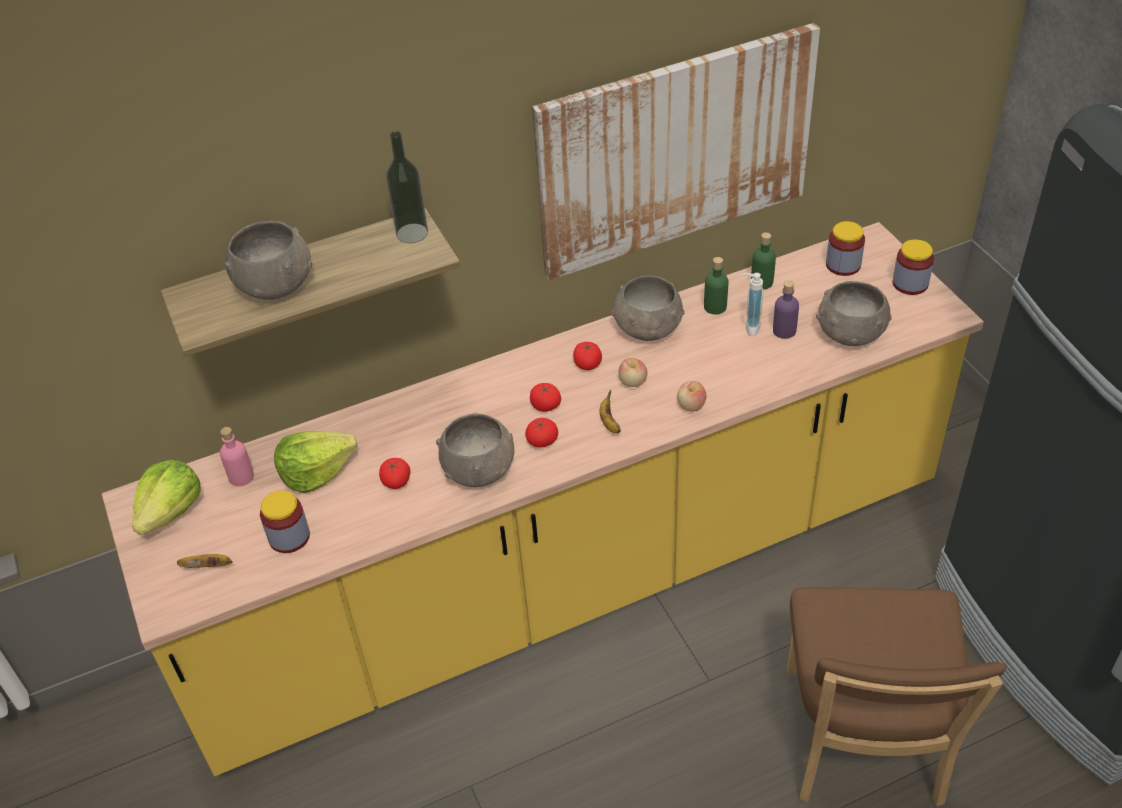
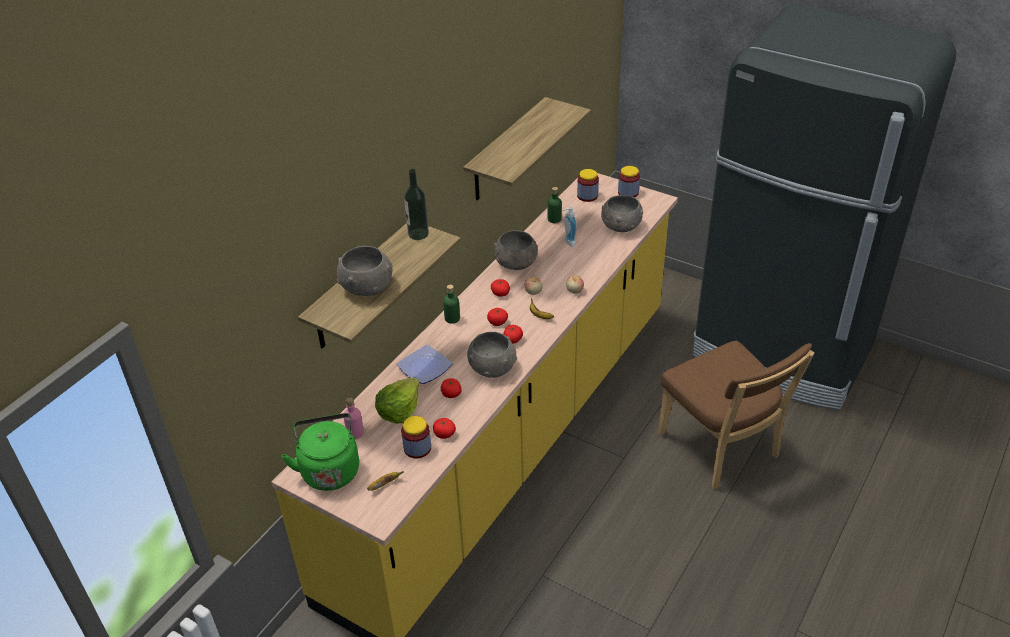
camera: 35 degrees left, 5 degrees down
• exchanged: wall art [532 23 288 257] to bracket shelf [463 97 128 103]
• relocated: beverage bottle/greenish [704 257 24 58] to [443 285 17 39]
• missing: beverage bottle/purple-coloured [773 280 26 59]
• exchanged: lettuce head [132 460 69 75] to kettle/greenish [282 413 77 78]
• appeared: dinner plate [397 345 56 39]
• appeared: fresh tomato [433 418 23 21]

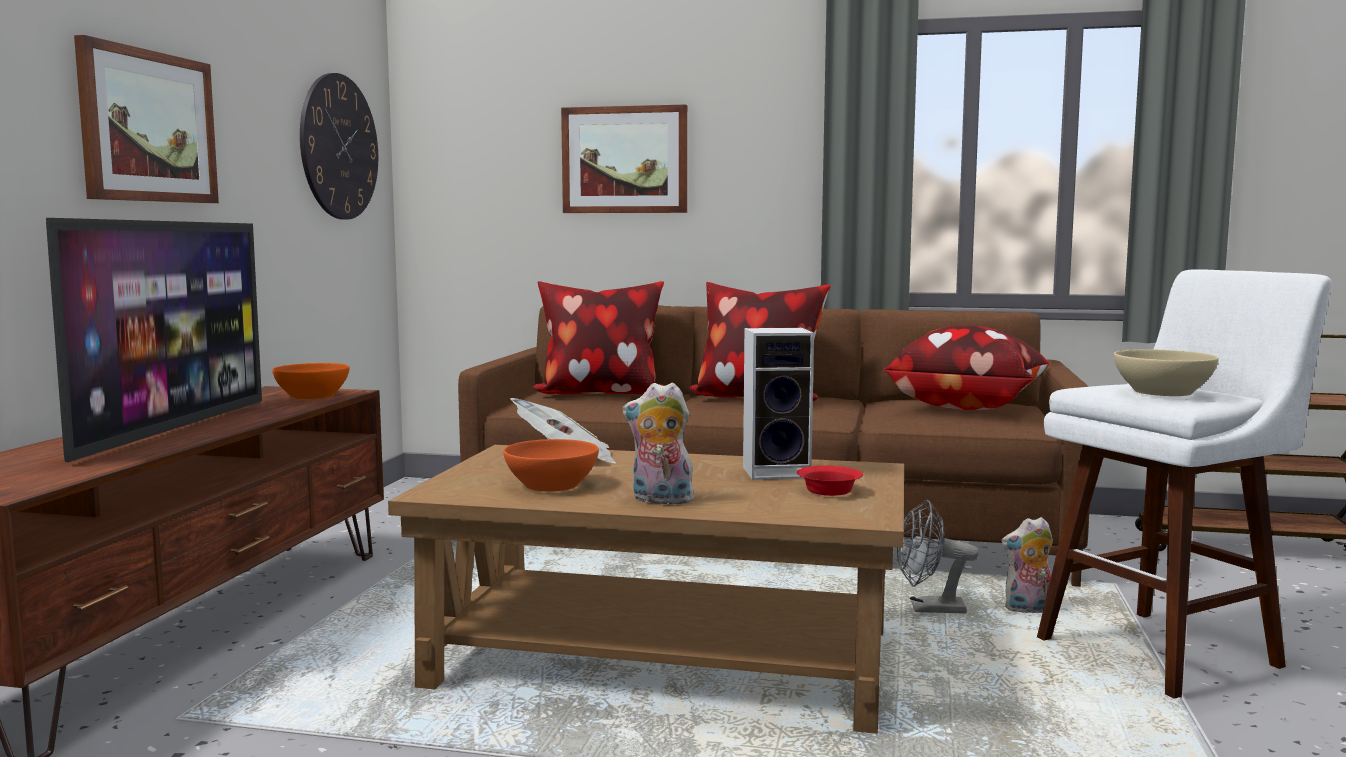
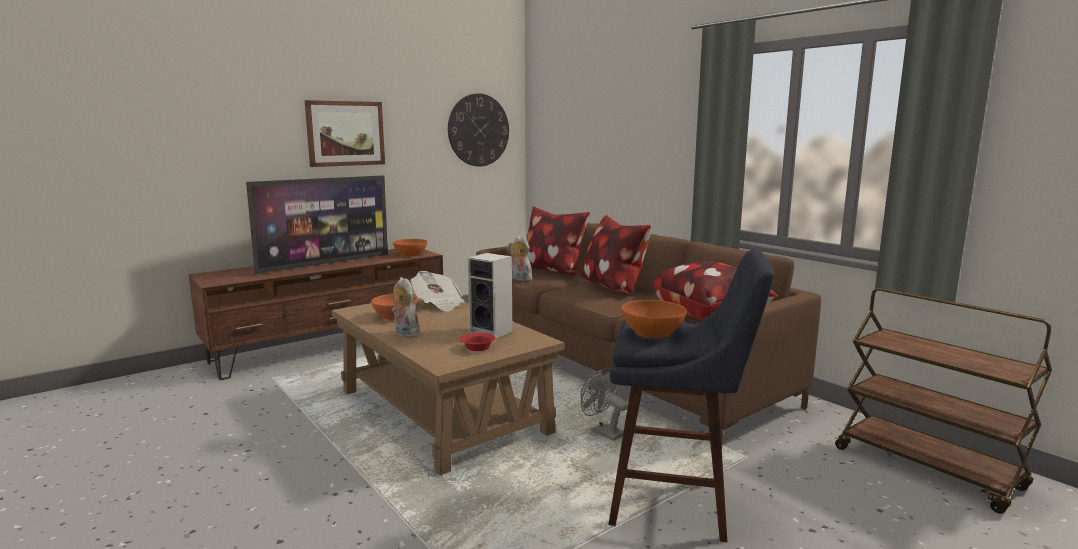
camera: 40 degrees right, 5 degrees up
• missing: wall art [561 104 126 109]
• colour: stool/white [1037 269 294 430] to stool/blue-coloured [608 249 167 293]
• colour: bowl/sand-coloured [1114 349 105 47] to bowl/orange-coloured [621 300 66 38]
• relocated: soft toy [1001 517 52 96] to [508 236 24 45]

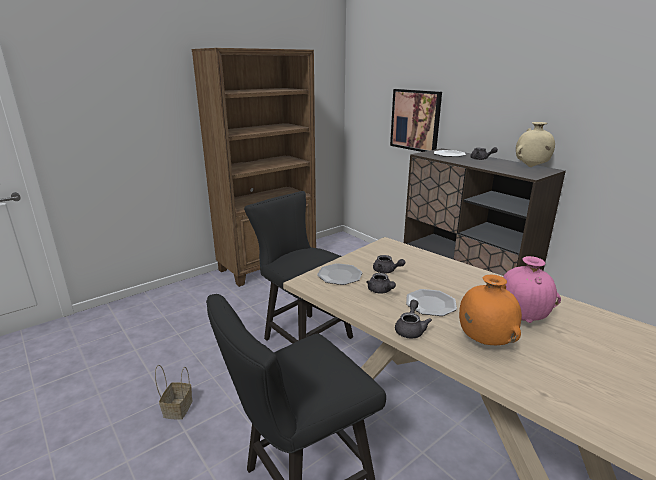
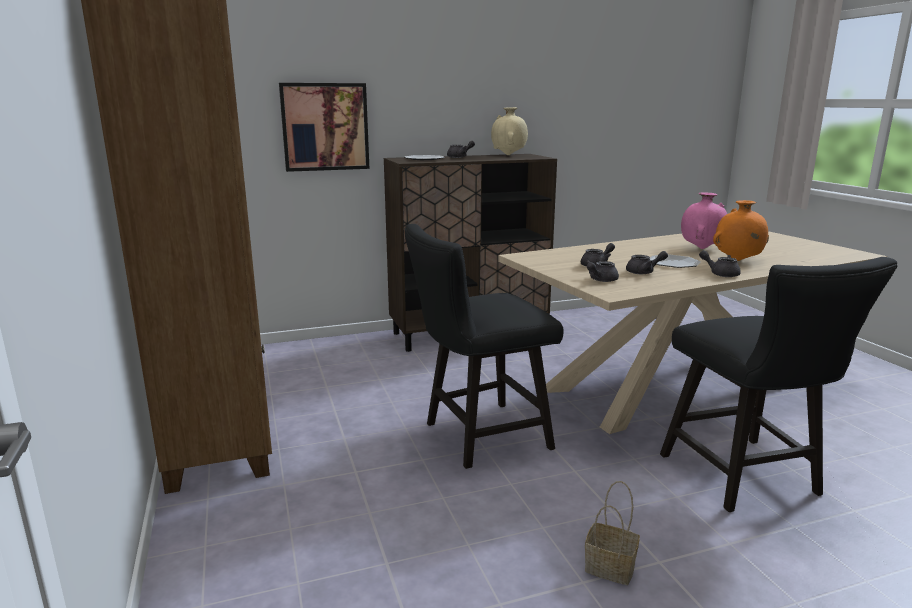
camera: 70 degrees left, 5 degrees down
• exchanged: dinner plate [317 263 46 22] to teapot/gray [586 260 33 22]

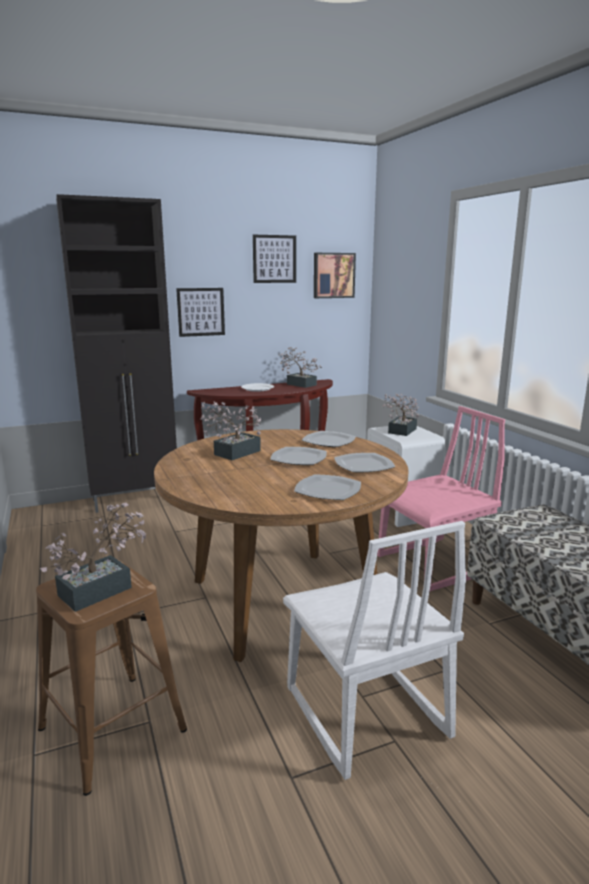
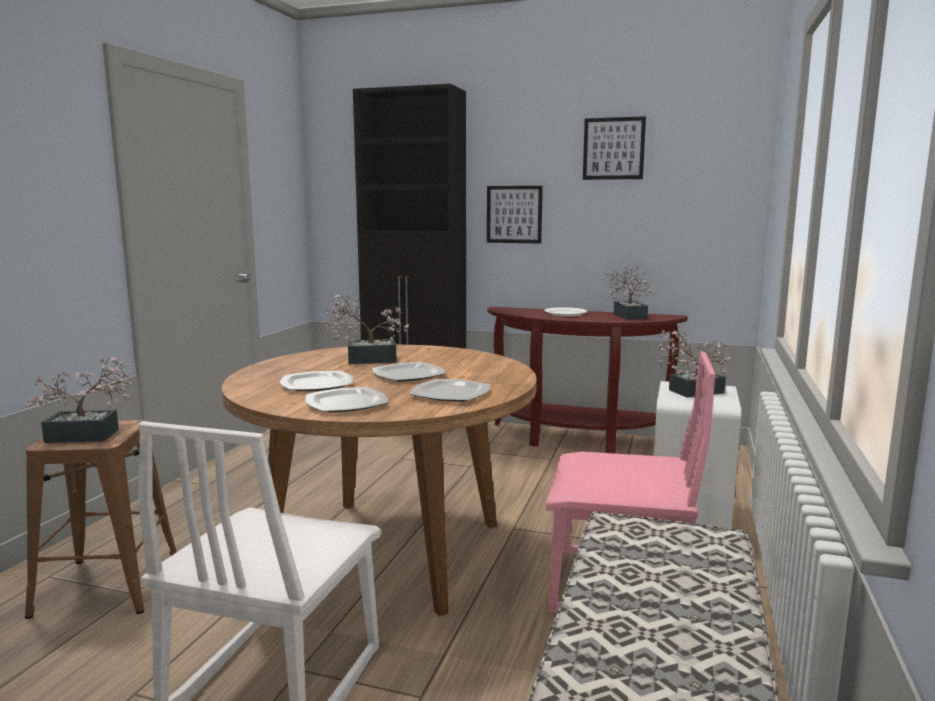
camera: 40 degrees right, 5 degrees down
• missing: wall art [314 253 42 45]
• relocated: dinner plate [302 431 54 16] to [280 371 73 20]

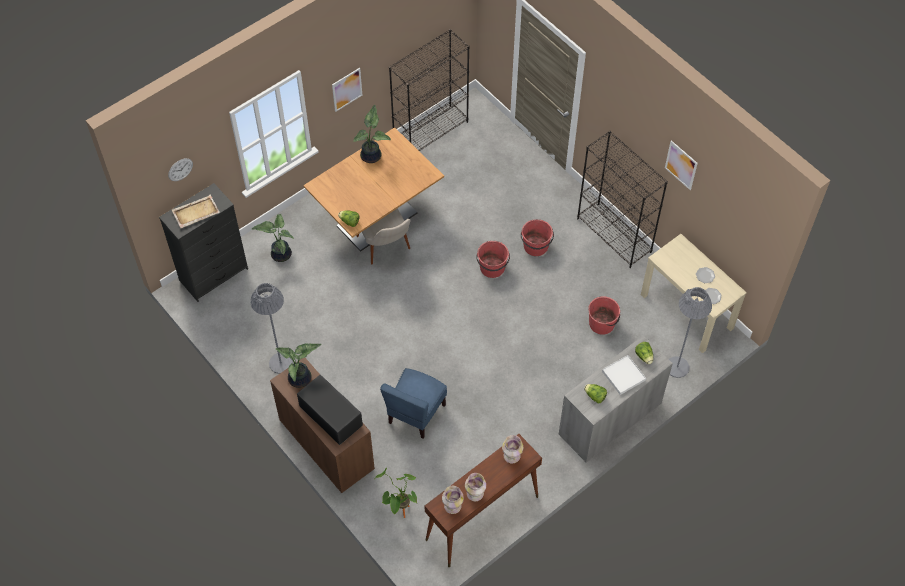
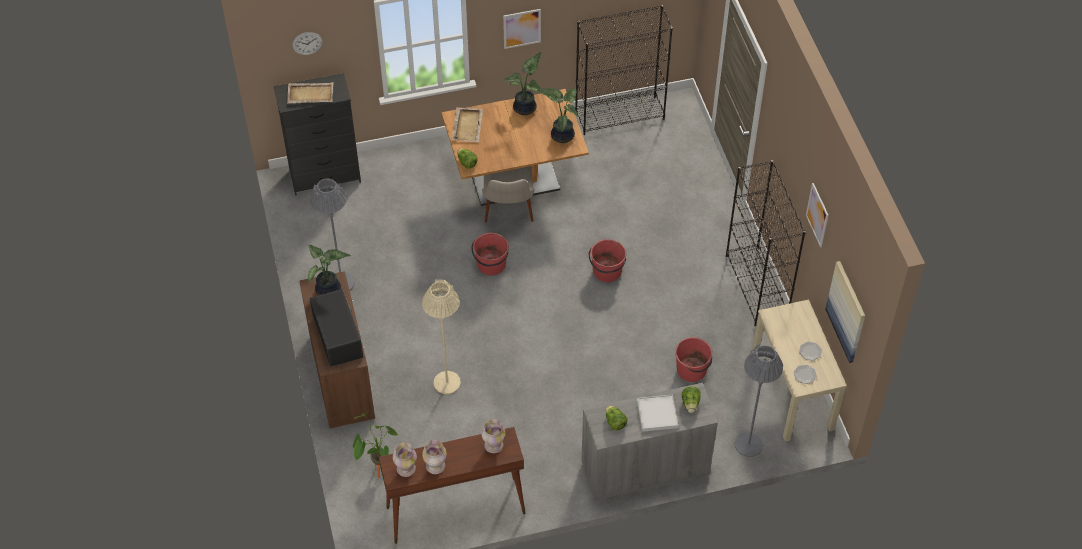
camera: 25 degrees right, 5 degrees down
• relocated: plant in a pot [252 214 42 48] to [536 88 42 55]
• relocated: water bucket/reddish [521 219 33 37] to [471 233 38 42]
• exchanged: plain chair/blue-coloured [380 368 67 71] to floor lamp/sand-coloured [422 279 39 115]
• appeared: tray/sand-coloured [452 107 31 35]
• appeared: wall art [825 261 40 102]

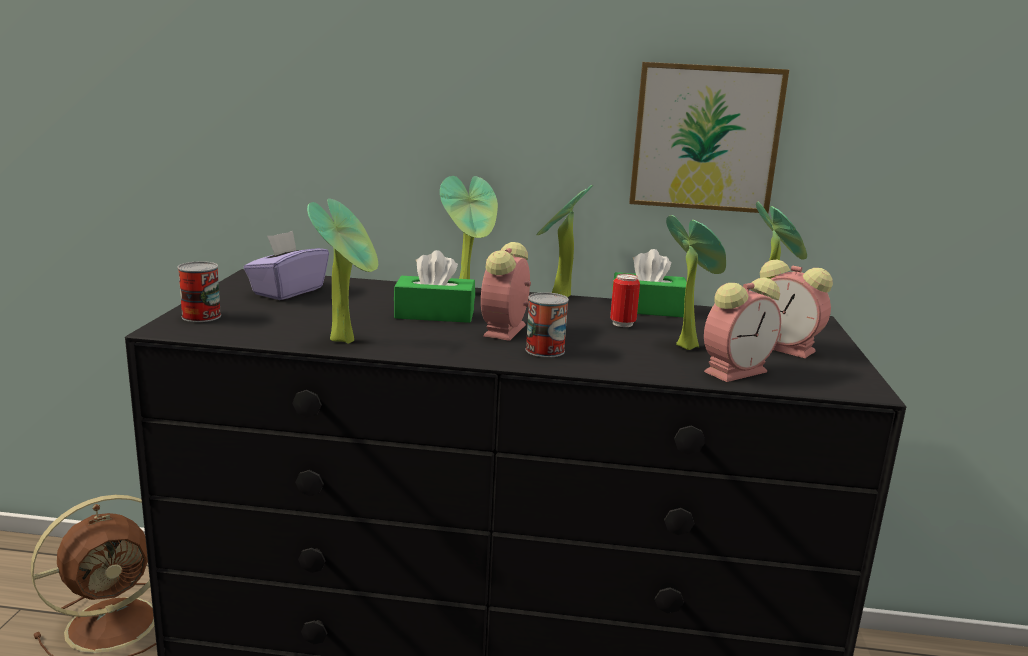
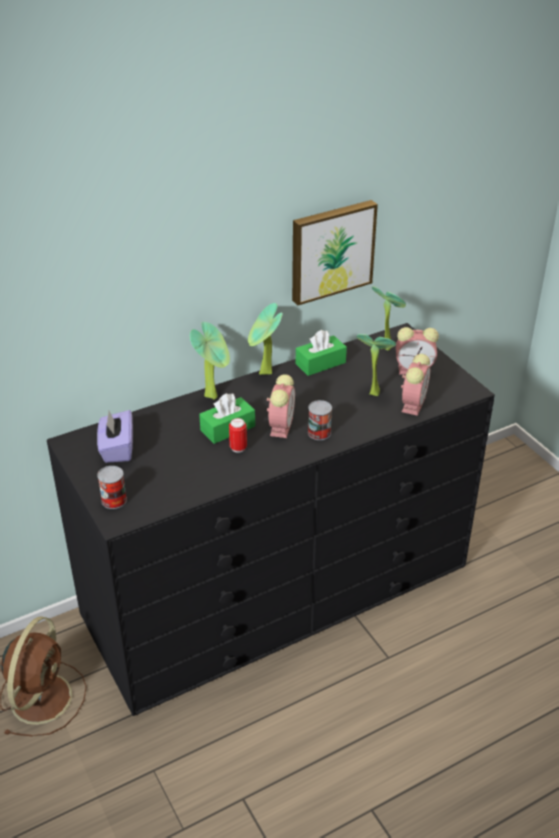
camera: 35 degrees left, 20 degrees up
• missing: plant in a pot [307 198 71 146]
• spun: table clock [481 242 50 99] = [267 374 28 64] 150 degrees counterclockwise
• relocated: metal can [610 274 30 53] to [229 418 18 35]

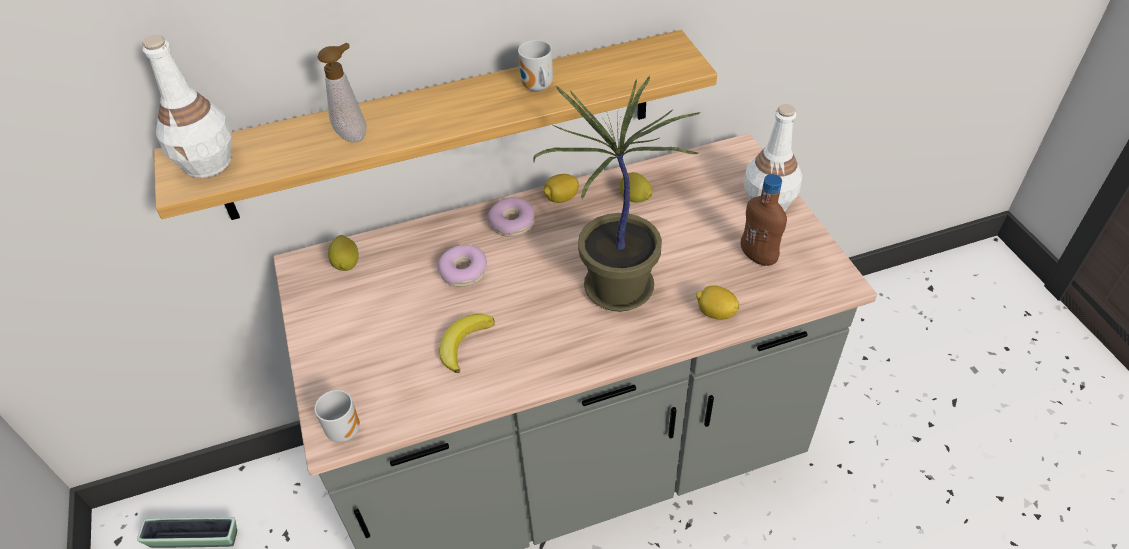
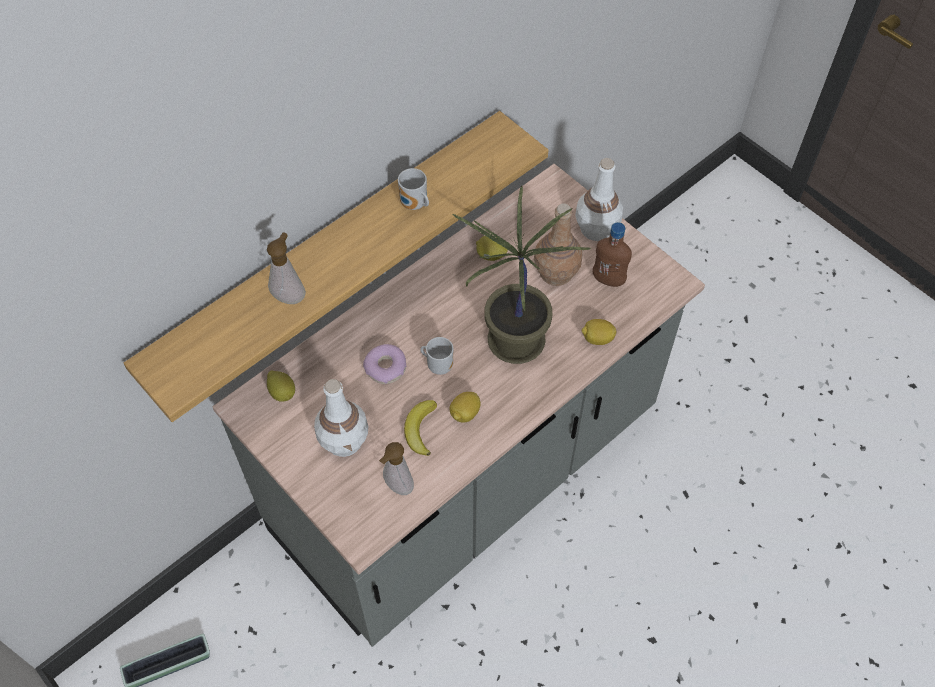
camera: 25 degrees left, 10 degrees up
• relocated: beverage bottle/white [142 35 90 143] to [314 379 54 78]
• relocated: whole lemon [544 174 35 29] to [449 392 31 30]
• missing: ring doughnut [487 197 47 40]
• relocated: tea mug [314 390 46 52] to [420 337 33 38]
• appeared: beverage bottle/brown-coloured [534 203 49 83]
• appeared: liquid soap bottle [379 442 35 53]

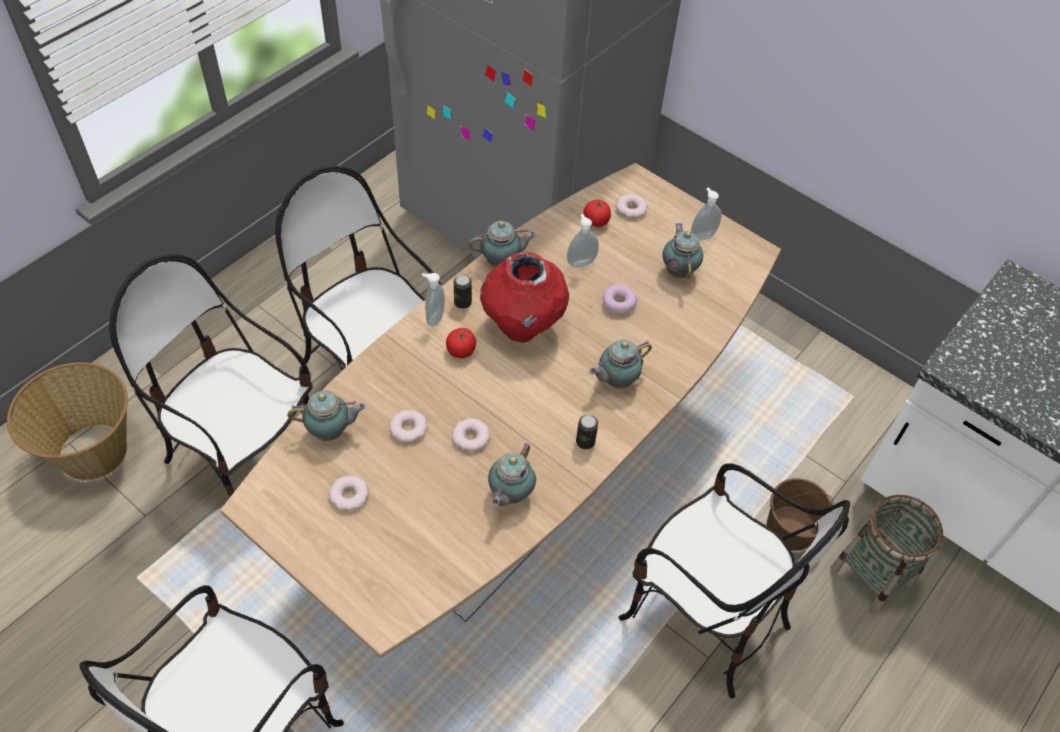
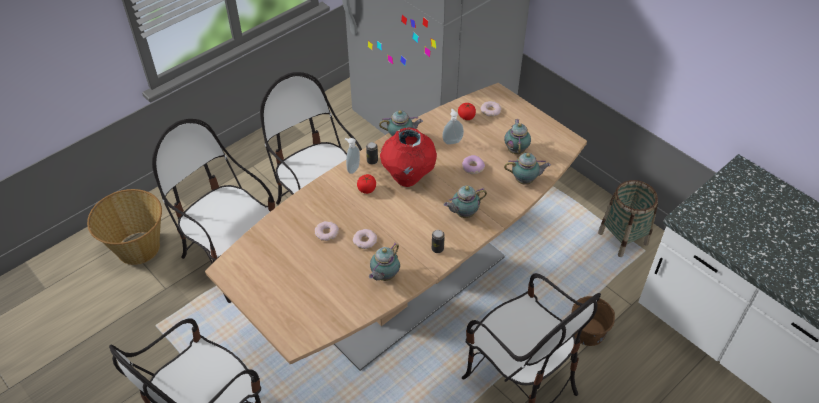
camera: 10 degrees right, 5 degrees down
• missing: liquid soap bottle [691 187 30 54]
• relocated: teapot [287 390 79 51] to [504 153 47 32]
• missing: ring doughnut [329 475 40 36]
• relocated: household basket [831 495 112 119] to [598 180 60 77]

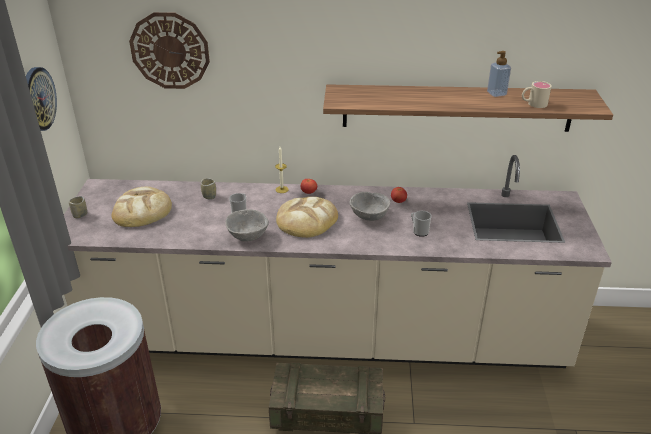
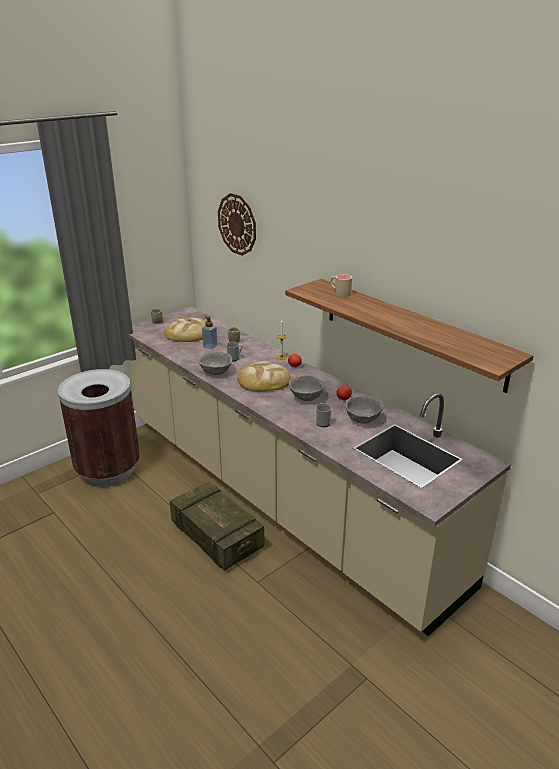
camera: 45 degrees right, 5 degrees down
• relocated: liquid soap bottle [487 51 24 46] to [202 316 16 34]
• missing: hanging clock [26 67 31 64]
• relocated: tea mug/sand-coloured [522 81 30 27] to [330 274 22 23]
• appeared: bowl/gray [345 396 38 28]

